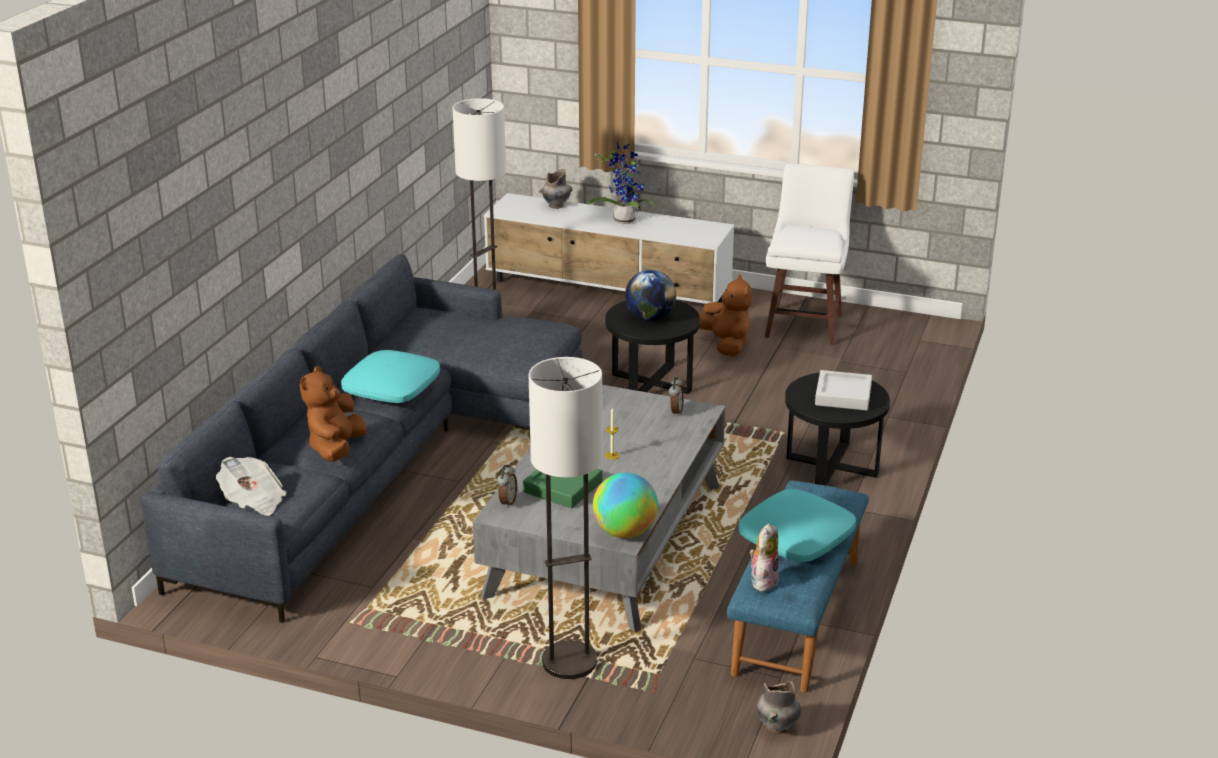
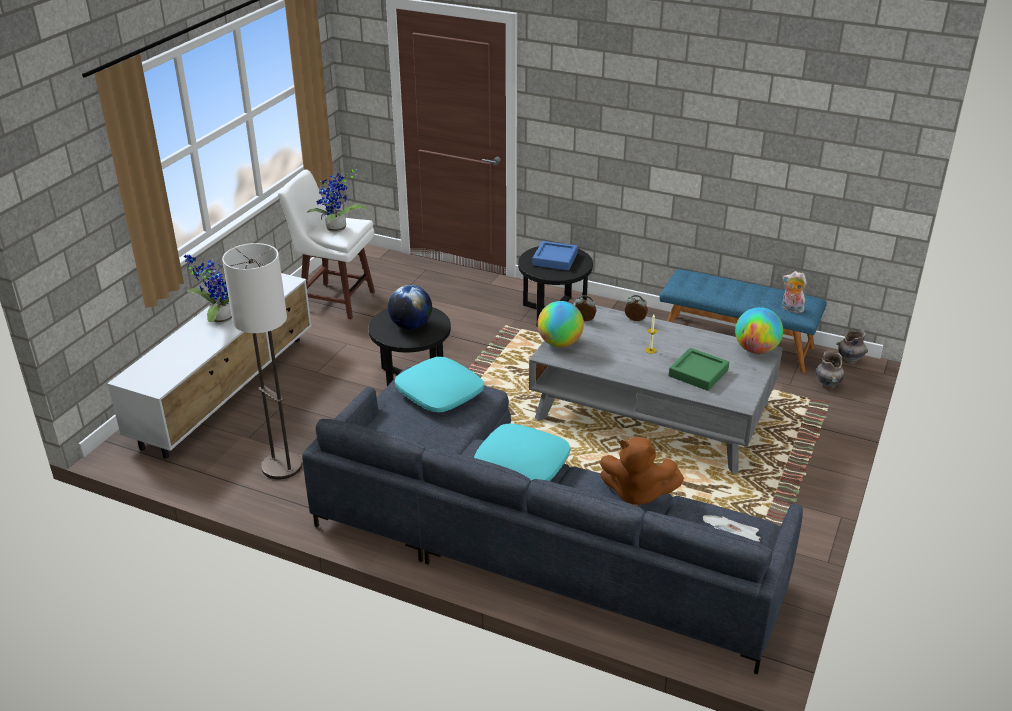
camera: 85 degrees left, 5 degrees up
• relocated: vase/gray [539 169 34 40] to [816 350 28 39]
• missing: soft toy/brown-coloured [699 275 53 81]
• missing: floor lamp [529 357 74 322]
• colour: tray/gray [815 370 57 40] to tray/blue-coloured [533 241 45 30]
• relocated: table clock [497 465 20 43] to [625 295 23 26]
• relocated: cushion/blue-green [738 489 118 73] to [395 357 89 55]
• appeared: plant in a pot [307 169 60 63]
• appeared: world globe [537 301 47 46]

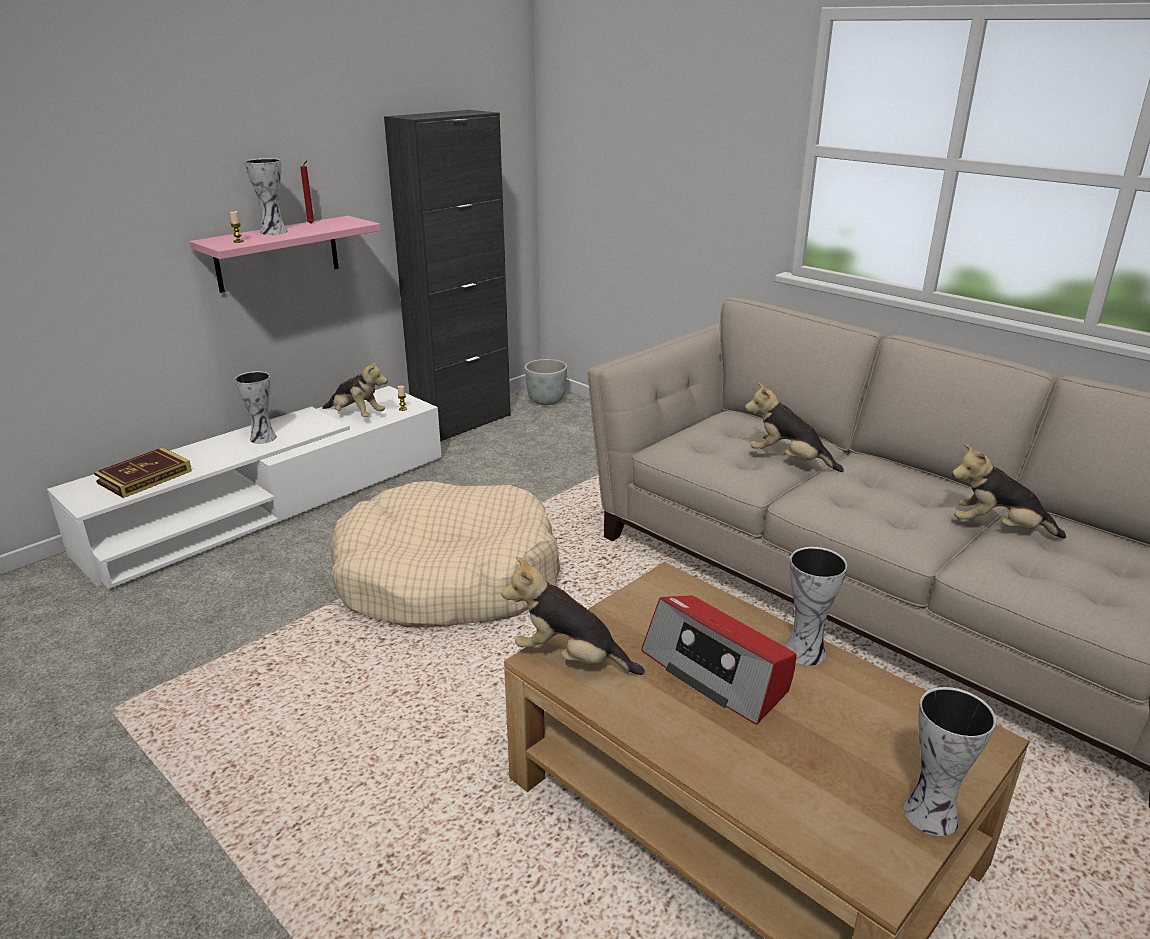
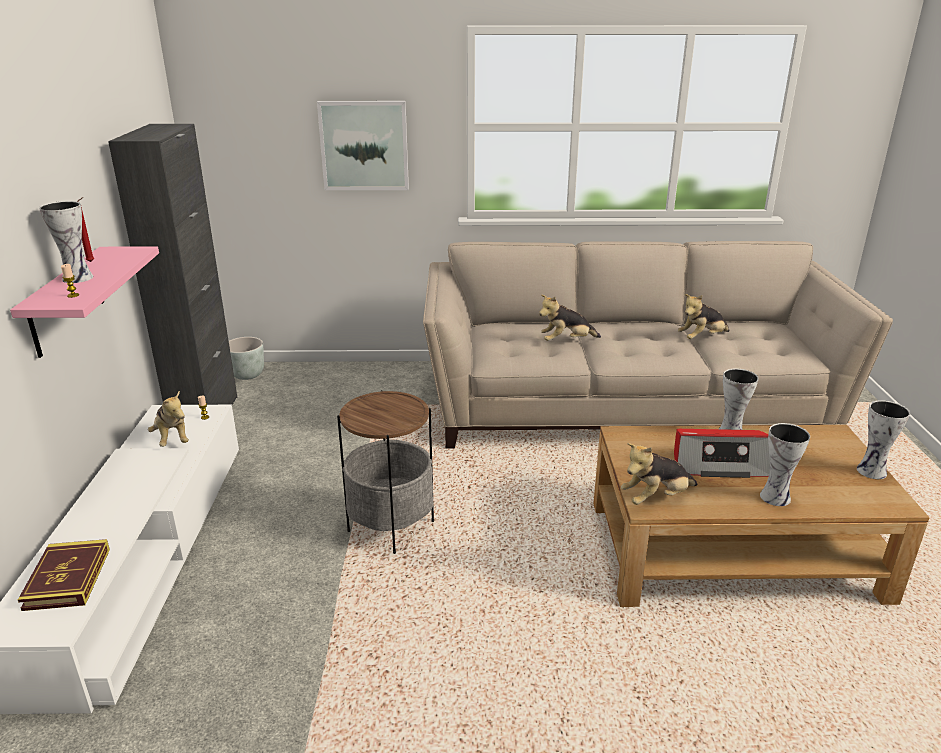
camera: 45 degrees left, 0 degrees up
• spun: soft toy [322 360 66 57] = [148 391 41 56] 75 degrees clockwise
• relocated: vase [235 371 41 73] to [760 423 50 83]
• exchanged: pet bed/sand-coloured [329 481 231 146] to side table [337 390 97 164]
• appeared: wall art [317 101 92 89]

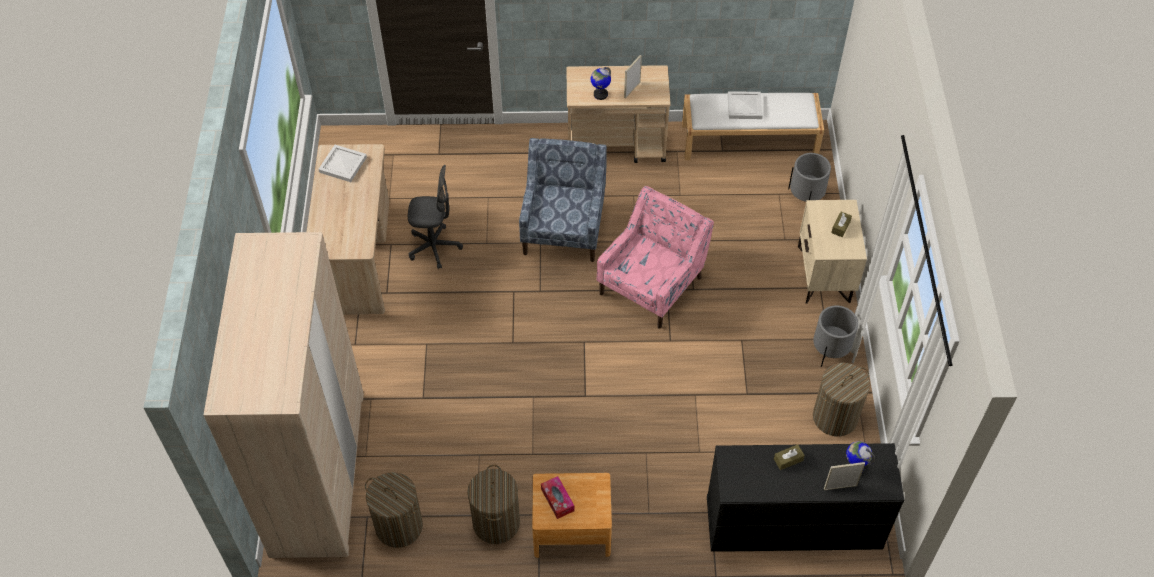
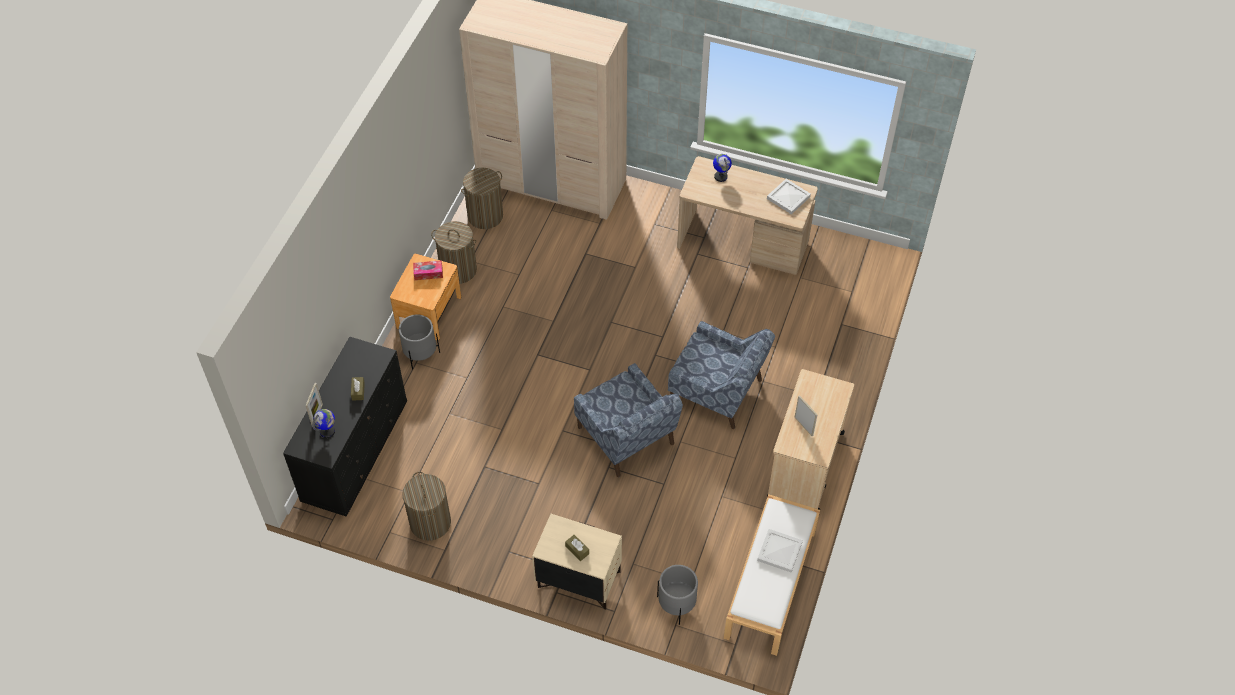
camera: 110 degrees right, 0 degrees up
• relocated: world globe [590 67 21 33] to [713 154 19 28]
• missing: computer chair/gray [408 165 55 104]
• colour: armchair/pinkish [597 186 117 143] to armchair/blue-coloured [574 363 109 114]
• relocated: flower pot/gray [813 305 45 62] to [399 314 41 56]

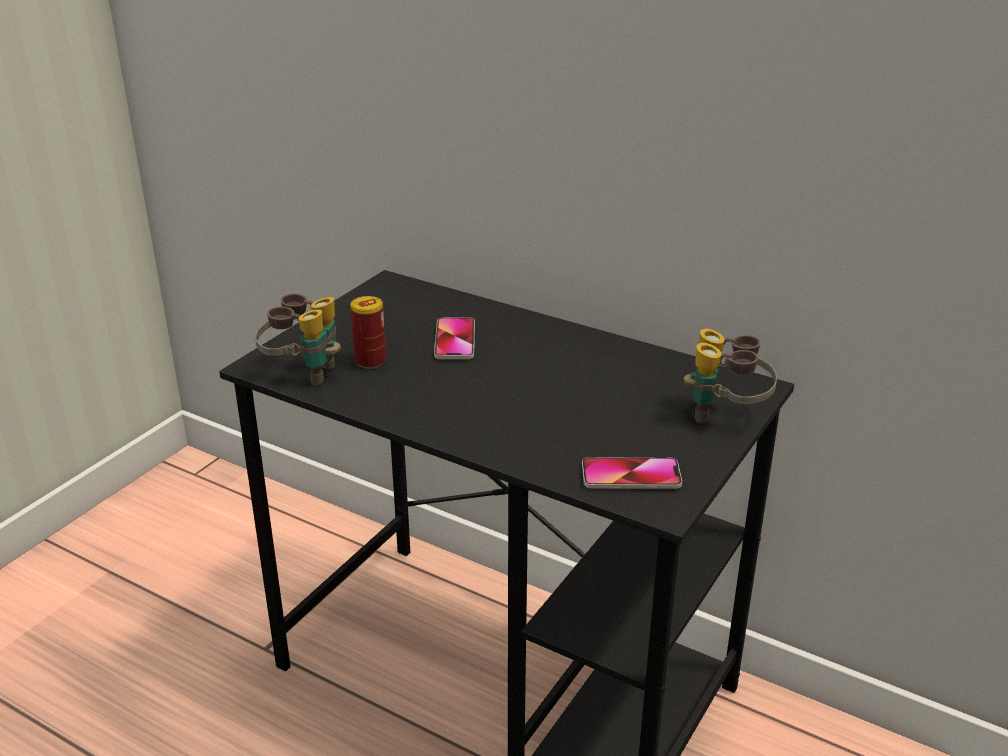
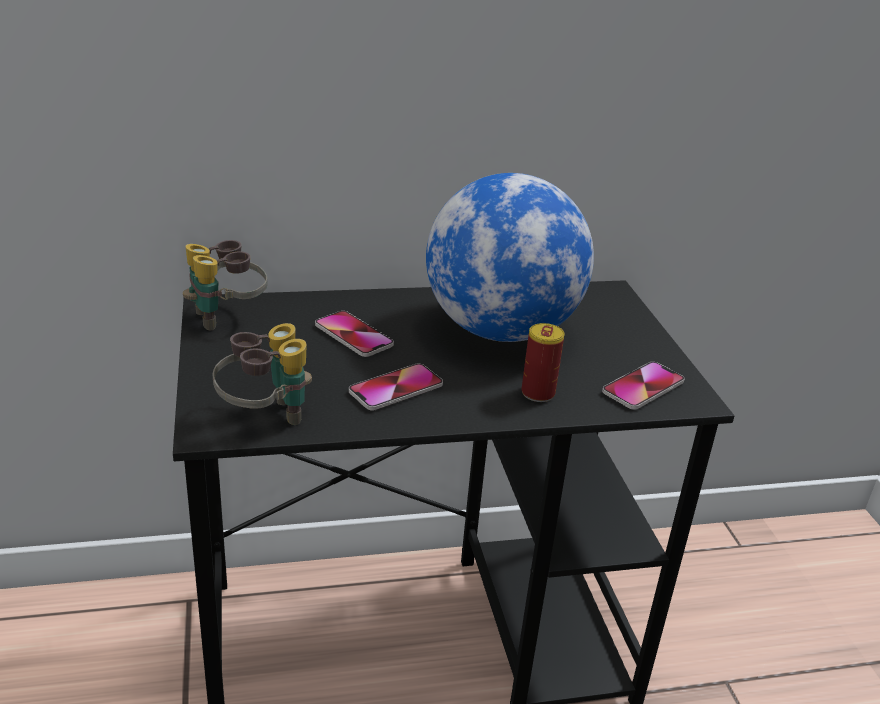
camera: 45 degrees left, 0 degrees up
• relocated: metal can [350 296 36 73] to [522 323 43 79]
• relocated: binoculars [684 329 93 95] to [183 240 84 90]
• appeared: world globe [426 173 168 169]
• appeared: phone [349 364 94 46]

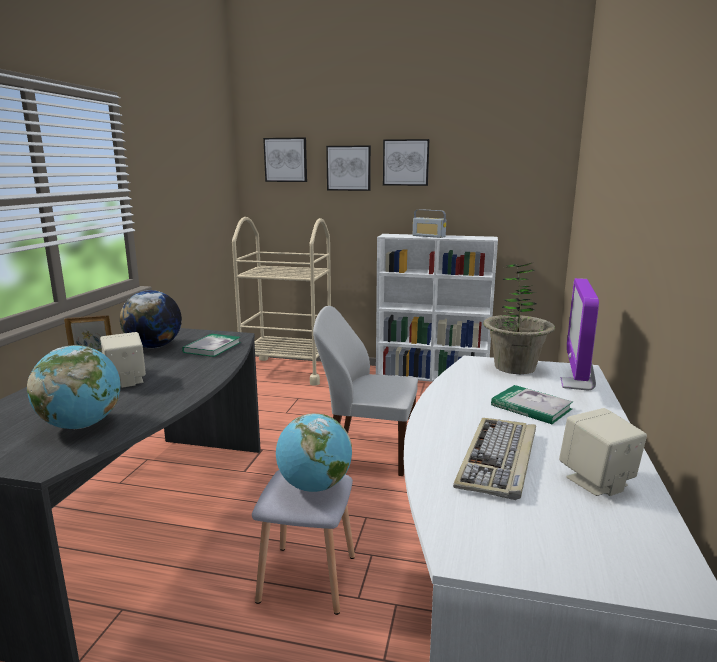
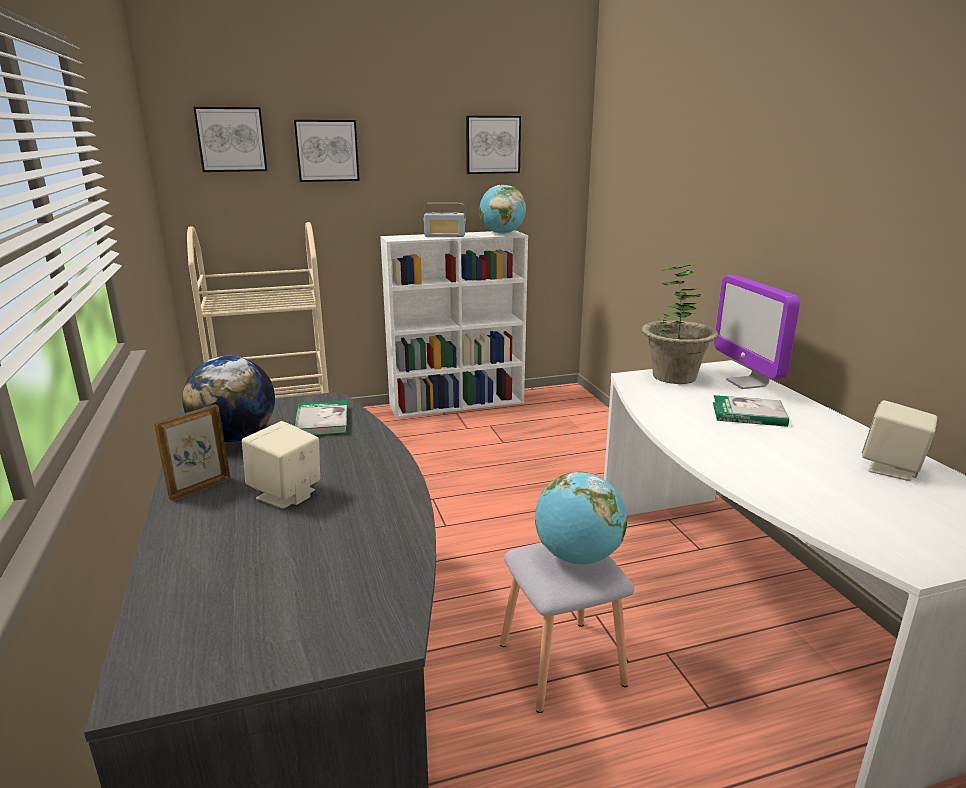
camera: 30 degrees left, 5 degrees up
• relocated: wall art [383 139 46 47] to [466 116 55 58]
• missing: plain chair/white [313 306 105 170]
• relocated: world globe [27 345 93 84] to [479 185 47 49]
• missing: PC keyboard [453 418 83 82]

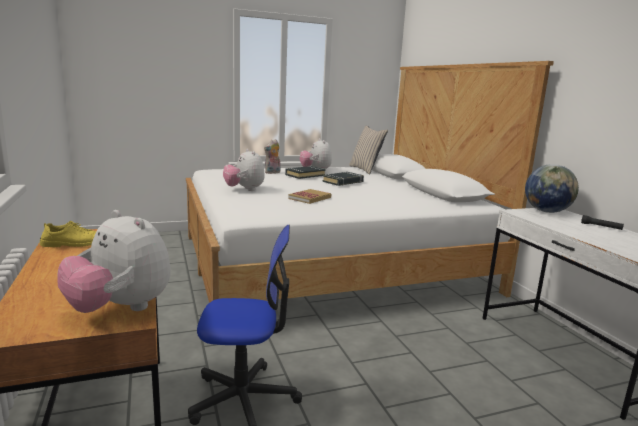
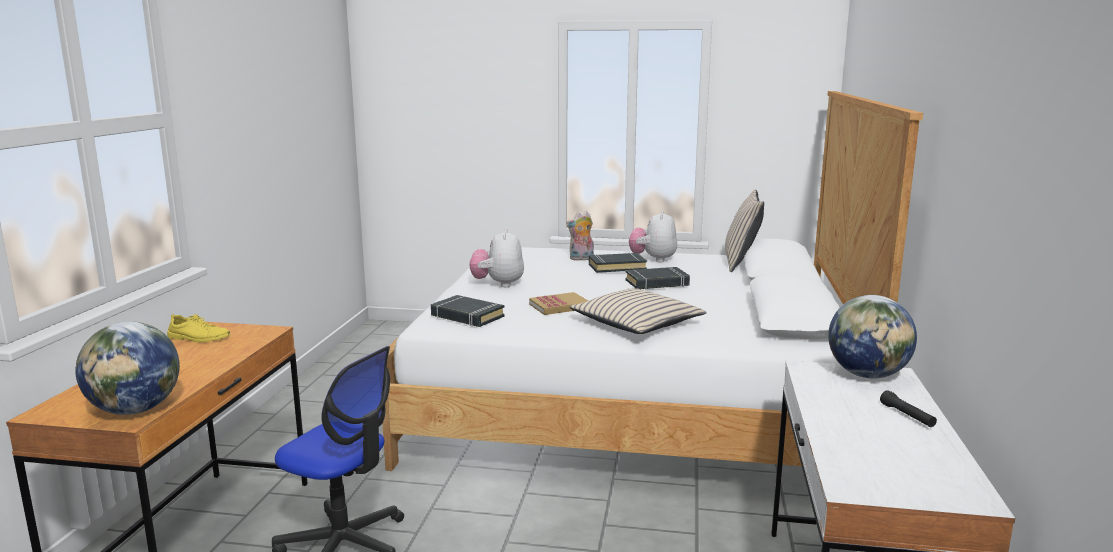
camera: 30 degrees right, 0 degrees up
• exchanged: soft toy [57 210 114 103] to world globe [75 322 105 93]
• appeared: cushion/sand-coloured [570 288 136 46]
• appeared: volume/black [431 295 74 32]

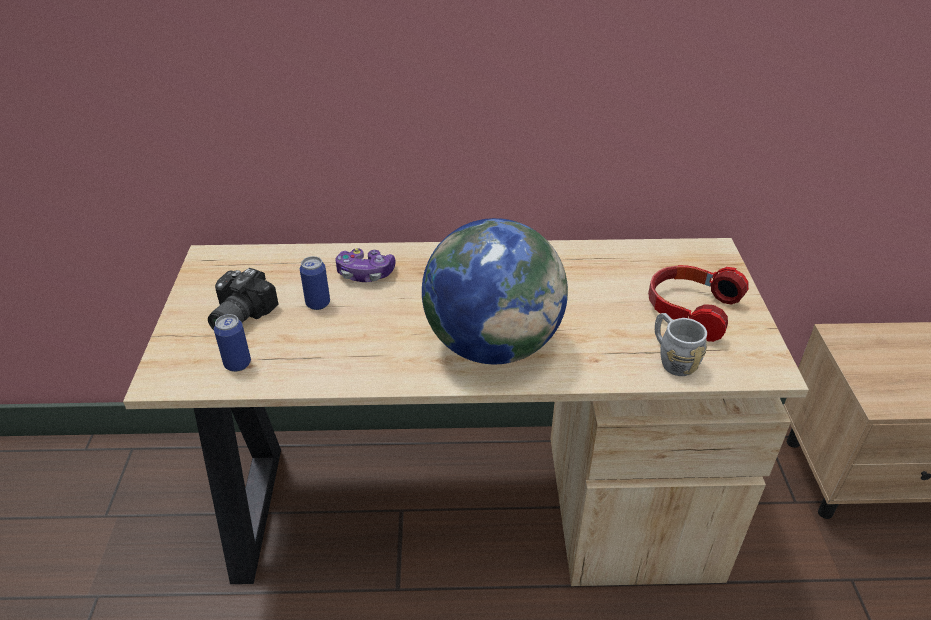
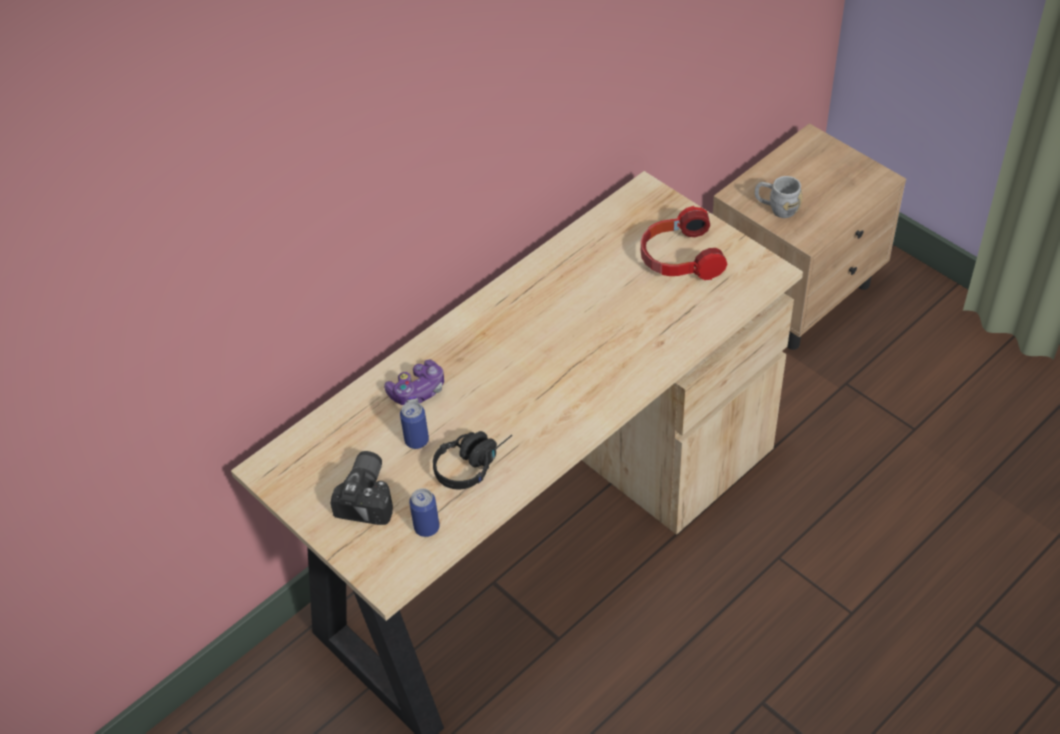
camera: 40 degrees left, 10 degrees up
• missing: world globe [422 218 146 146]
• spun: still camera [208 268 71 62] = [330 451 63 74] 150 degrees counterclockwise
• relocated: tea mug/gray [655 313 52 63] to [755 176 47 42]
• appeared: headset/black [433 431 79 58]

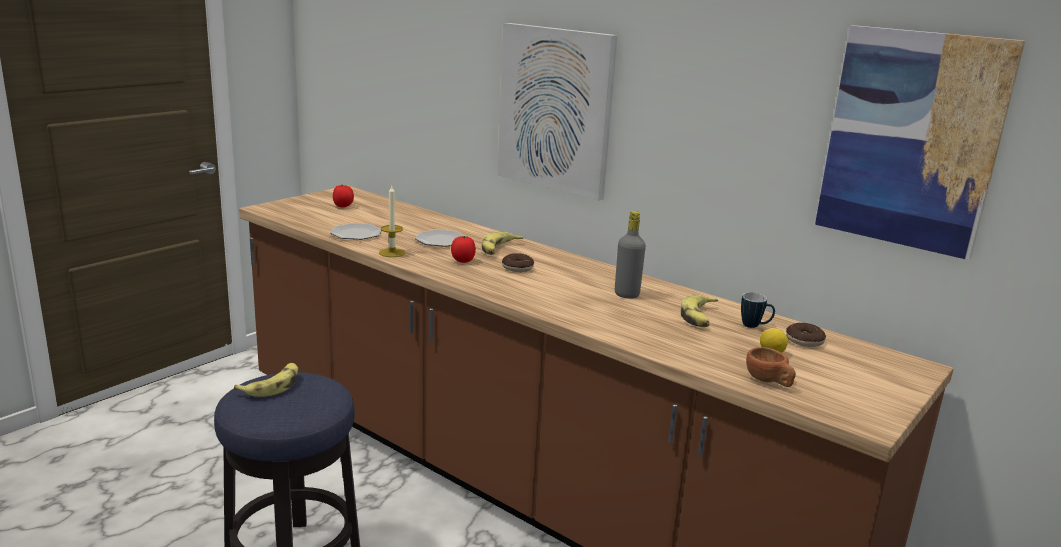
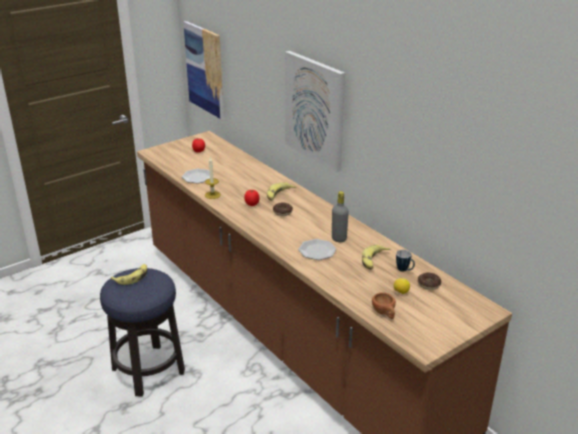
camera: 15 degrees right, 10 degrees up
• relocated: wall art [815 25 210 235] to [183 21 41 98]
• relocated: dinner plate [415 229 51 18] to [298 239 39 21]

